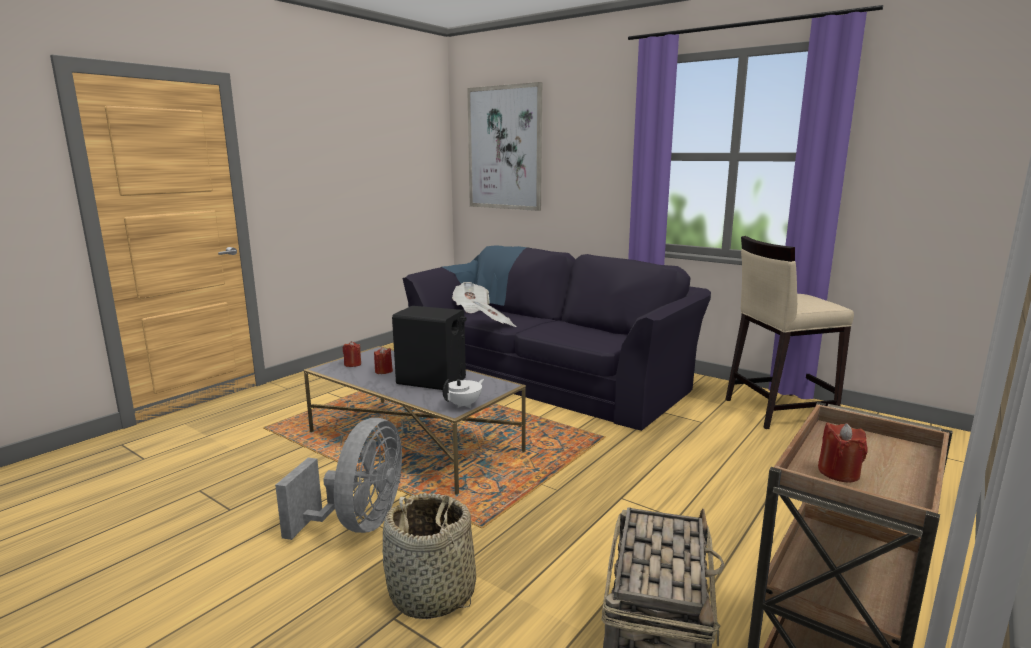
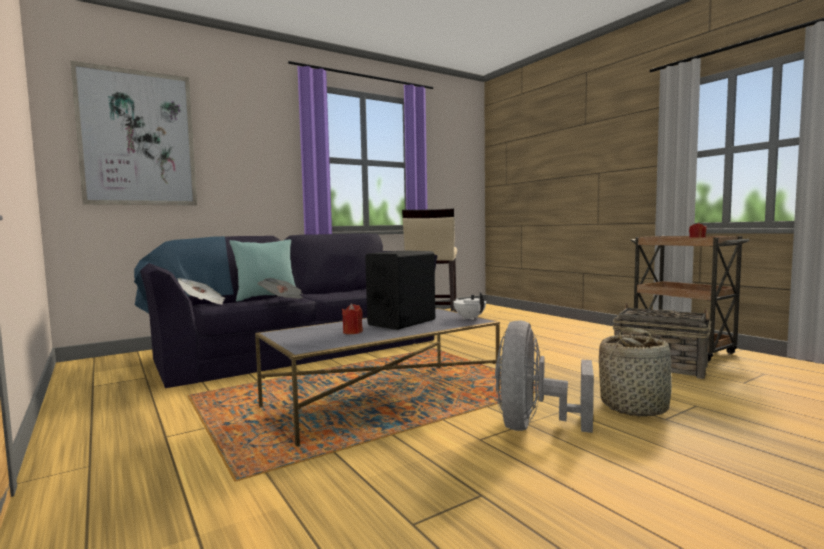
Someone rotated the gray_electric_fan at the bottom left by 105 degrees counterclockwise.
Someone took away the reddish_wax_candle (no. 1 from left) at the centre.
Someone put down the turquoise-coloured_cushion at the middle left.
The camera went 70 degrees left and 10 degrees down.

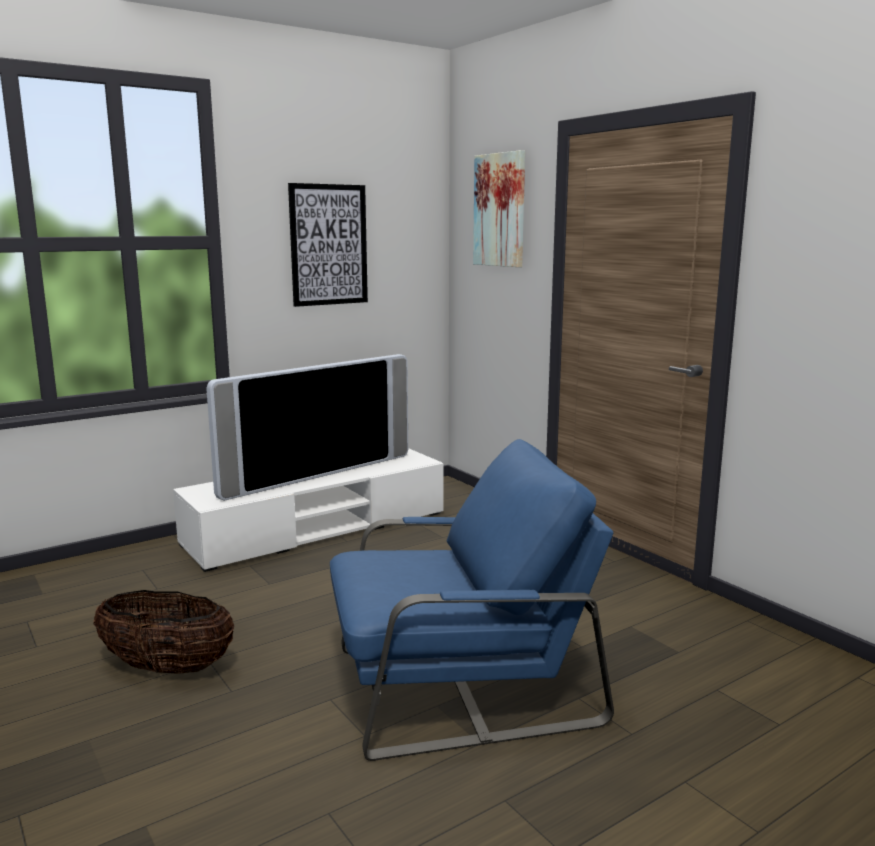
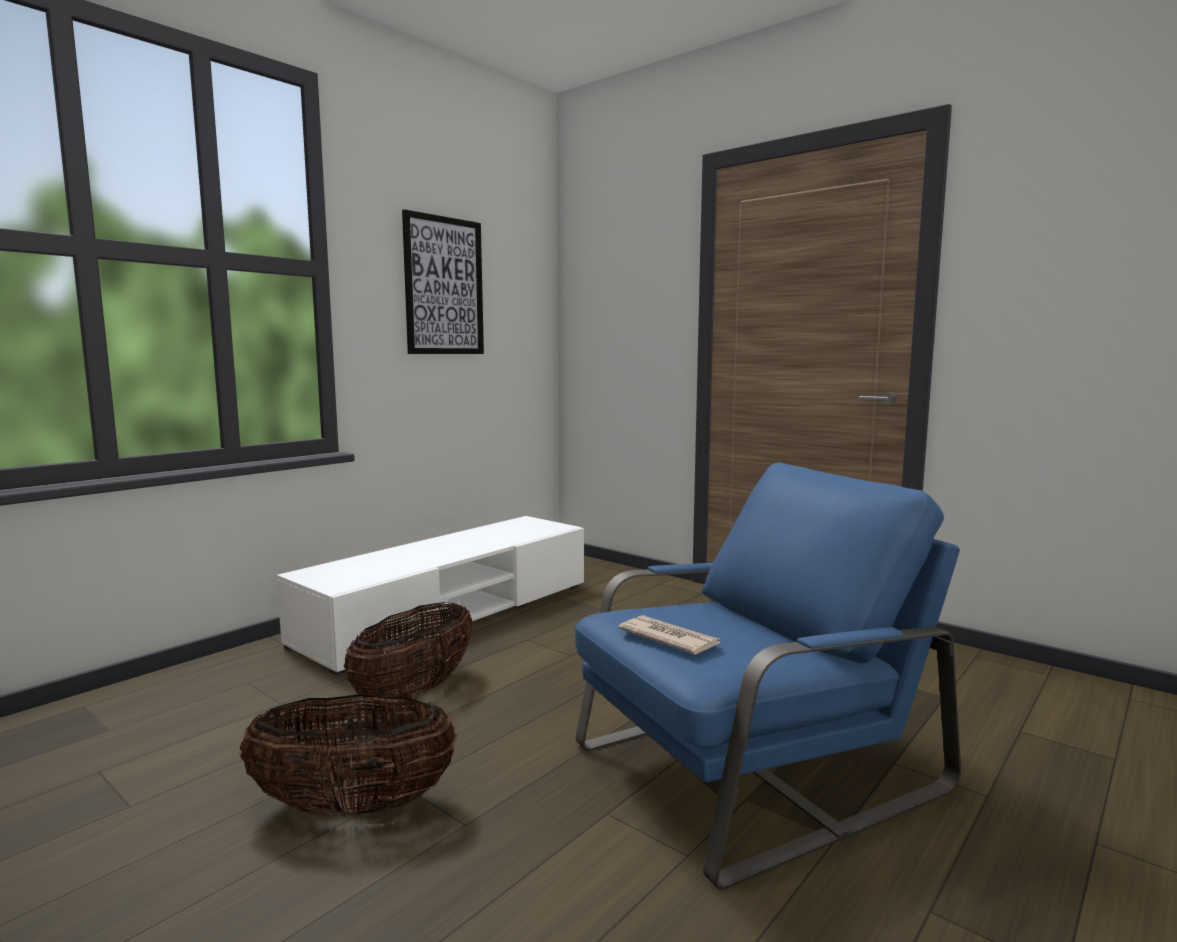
Someone took away the TV_set at the centre.
Someone took away the wall_art (no. 2 from left) at the top centre.
Someone put down the storage_basket (no. 2 from left) at the bottom centre.
Someone put down the daily_paper at the bottom centre.
The camera went 15 degrees left and 5 degrees down.

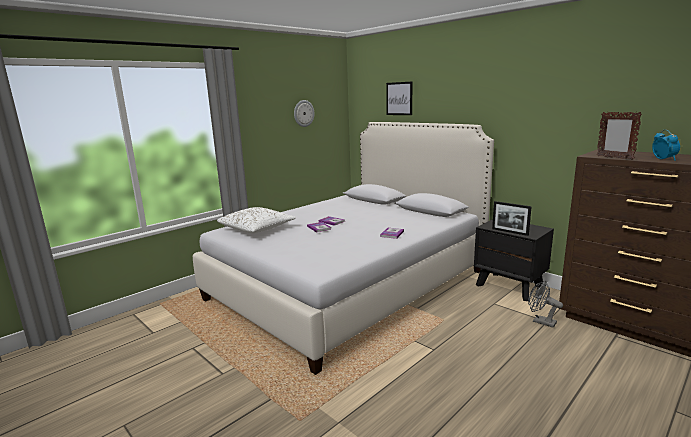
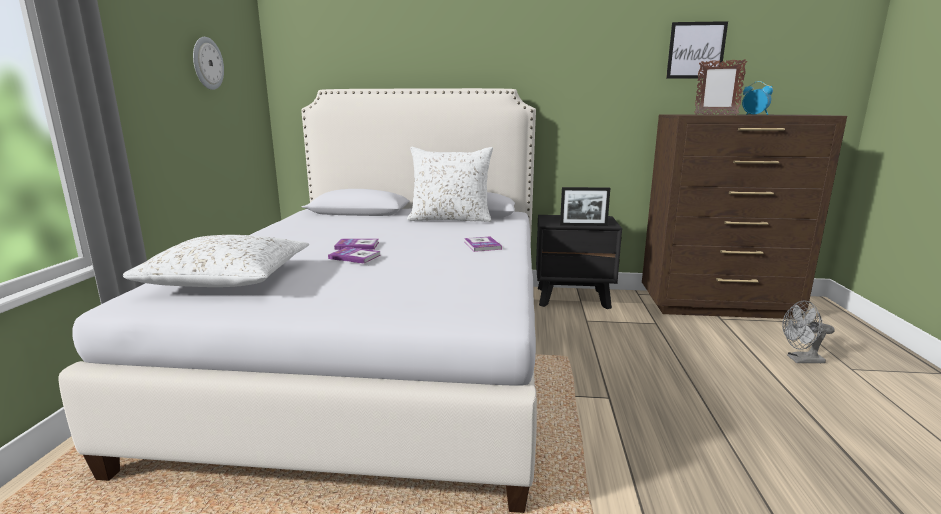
Someone carried the wall_art from the top centre to the top right.
Someone carried the gray_electric_fan from the bottom right to the middle right.
Someone put down the white-coloured_cushion (no. 2 from left) at the centre.
The camera went 40 degrees left and 0 degrees up.

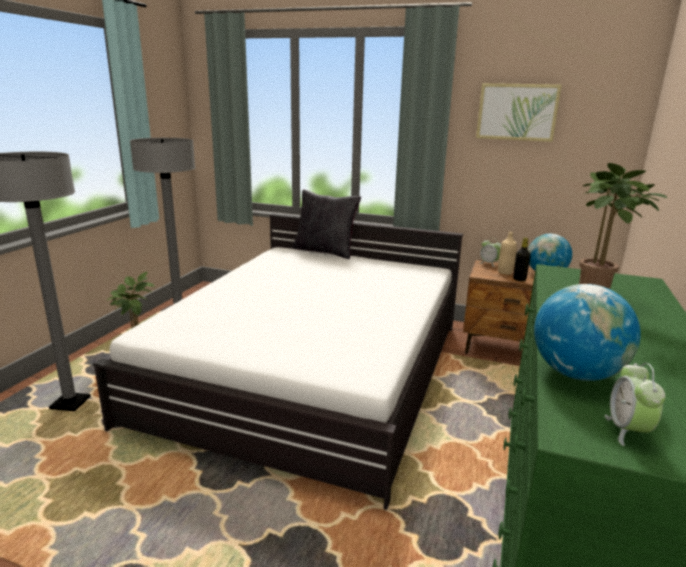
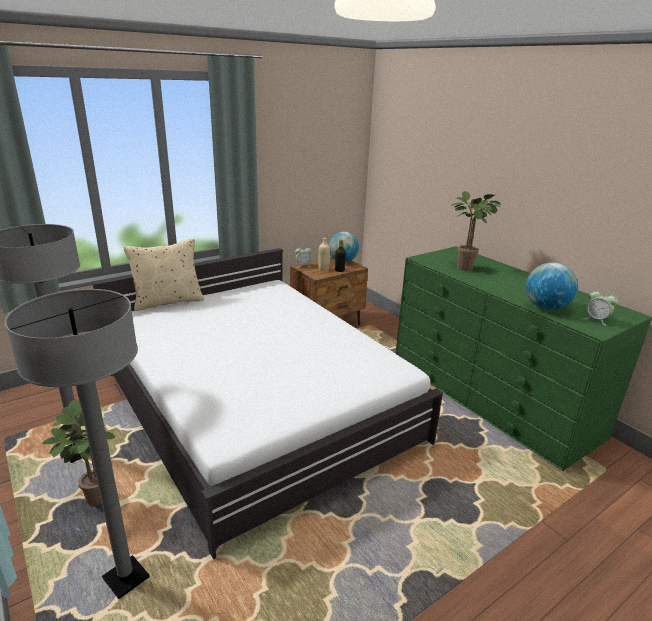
Someone repainted the black_cushion at the centre, which became the beige-coloured_cushion at the middle left.
Someone took away the wall_art at the top right.
The camera went 55 degrees left and 5 degrees up.

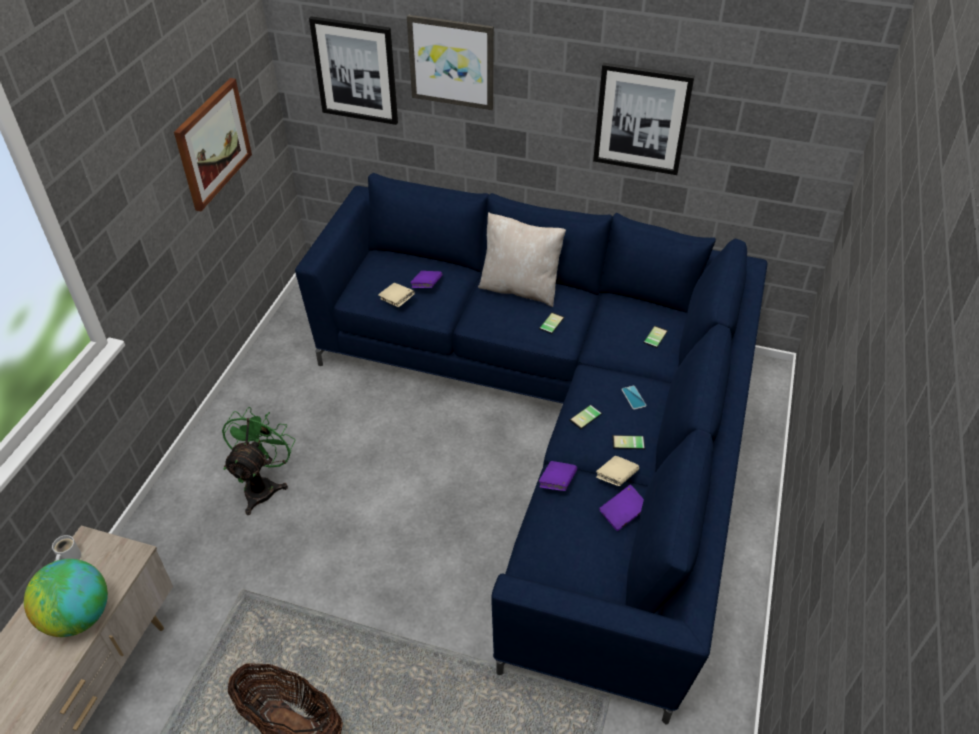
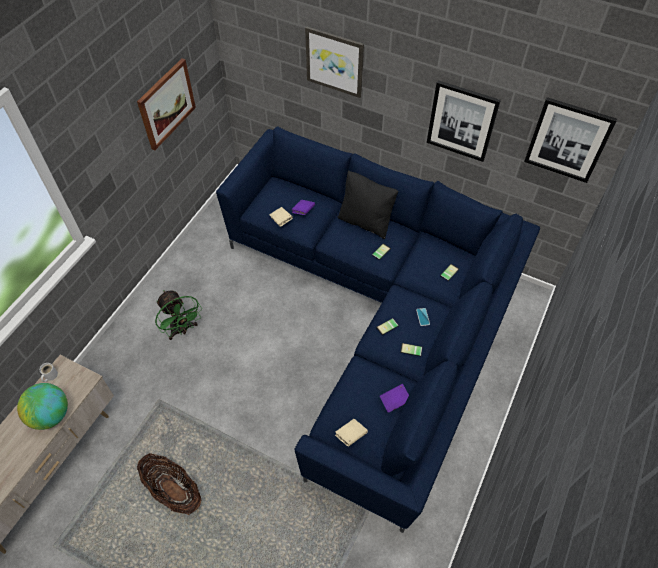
Someone rotated the green-coloured_electric_fan at the middle left by 120 degrees clockwise.
Someone carried the wall_art (no. 2 from left in the first image) from the top centre to the top right.
Someone repainted the beige-coloured_cushion at the centre, which became the black_cushion at the centre.
Someone took away the purple-coloured_volume (no. 2 from left) at the centre.
Someone carried the beige-coloured_volume (no. 2 from left) from the centre to the bottom centre.
The camera went 10 degrees right and 10 degrees up.

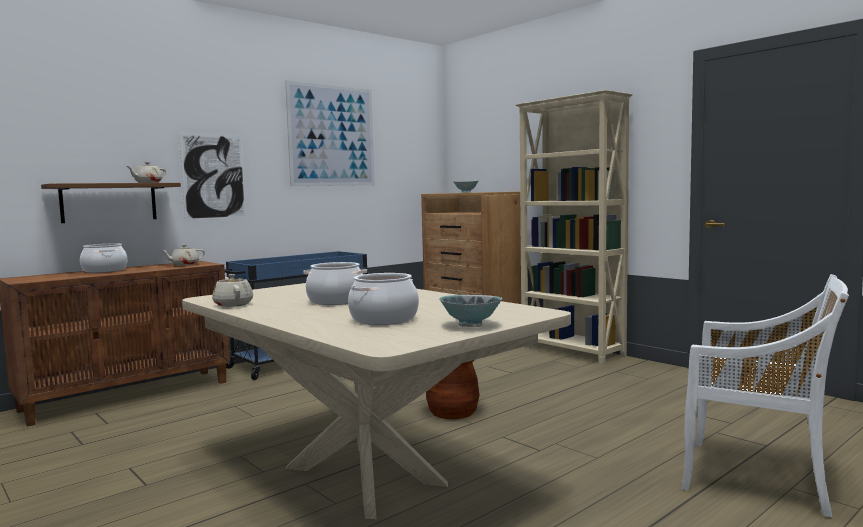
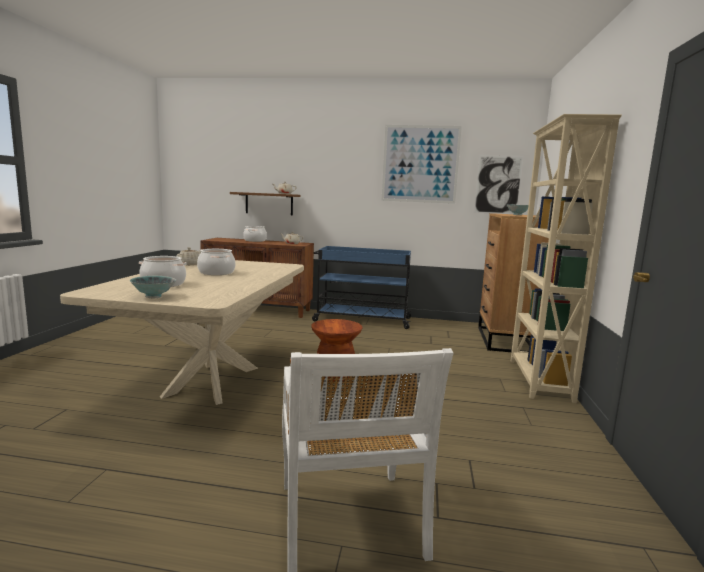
Someone carried the wall_art (no. 1 from left in the first image) from the middle left to the top right.
The camera went 50 degrees right and 5 degrees up.

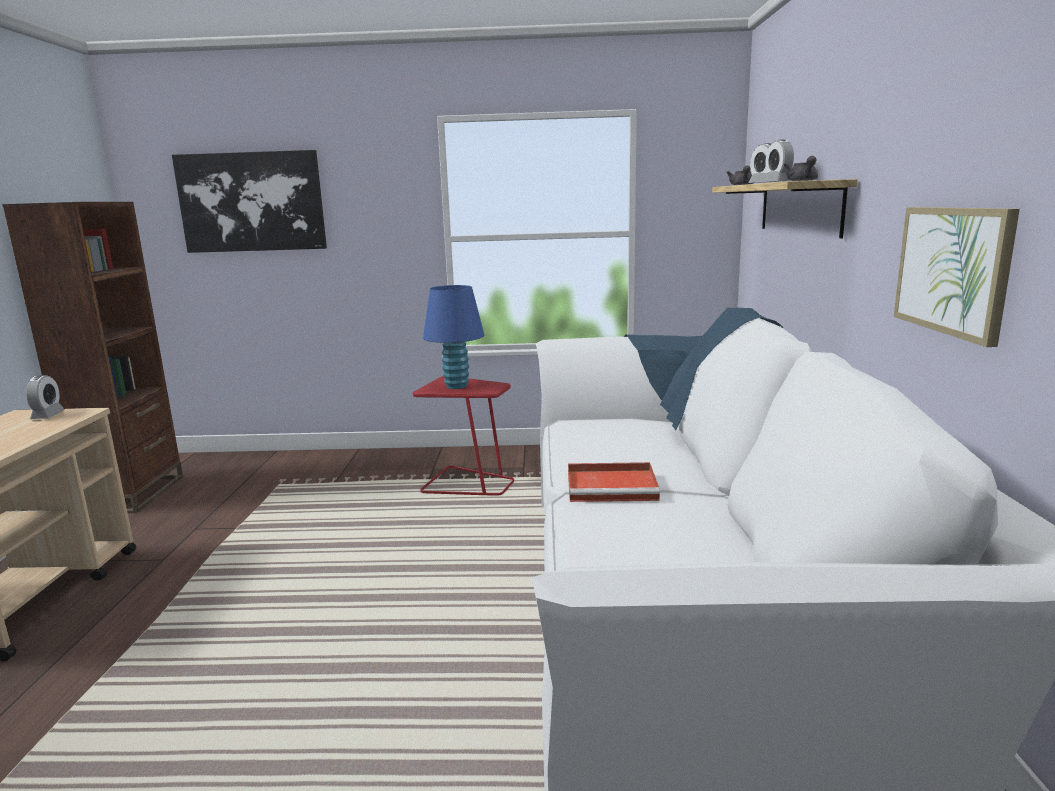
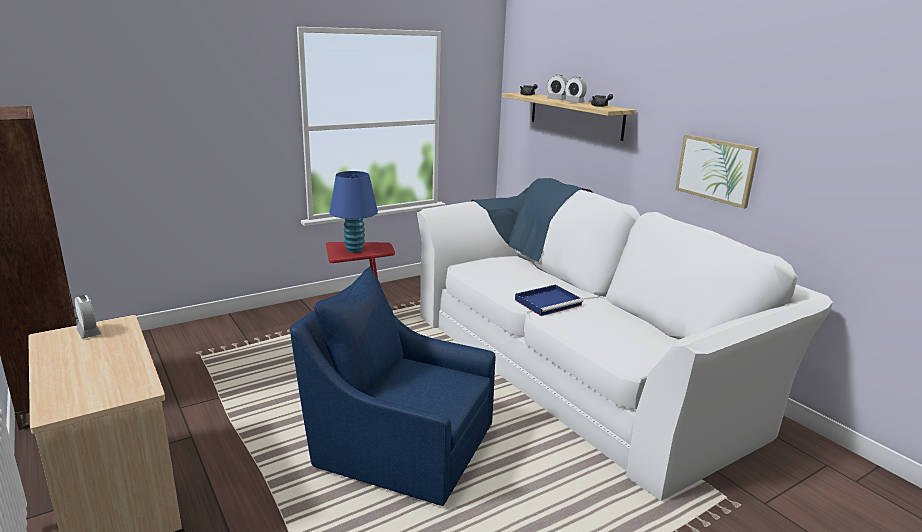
Someone took away the wall_art (no. 1 from left) at the top left.
Someone repainted the reddish_tray at the centre, which became the bluish_tray at the centre.
Someone put down the bluish_lounge_chair at the bottom centre.
The camera went 35 degrees left and 5 degrees up.

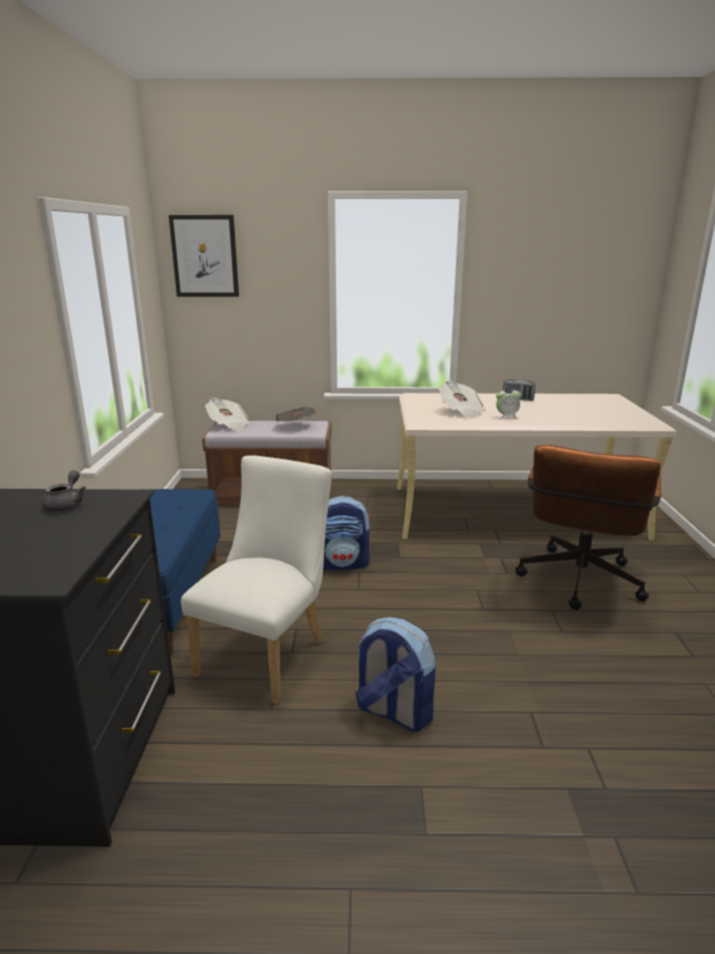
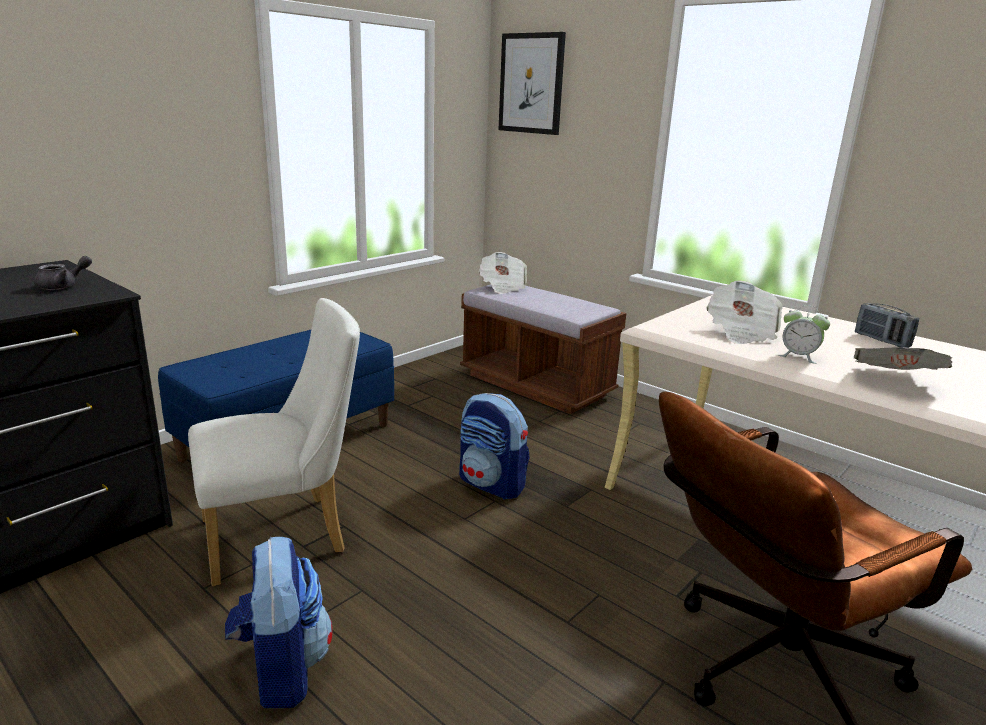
Someone carried the daily_paper (no. 2 from left in the first image) from the centre to the middle right.
The camera went 40 degrees right and 0 degrees up.

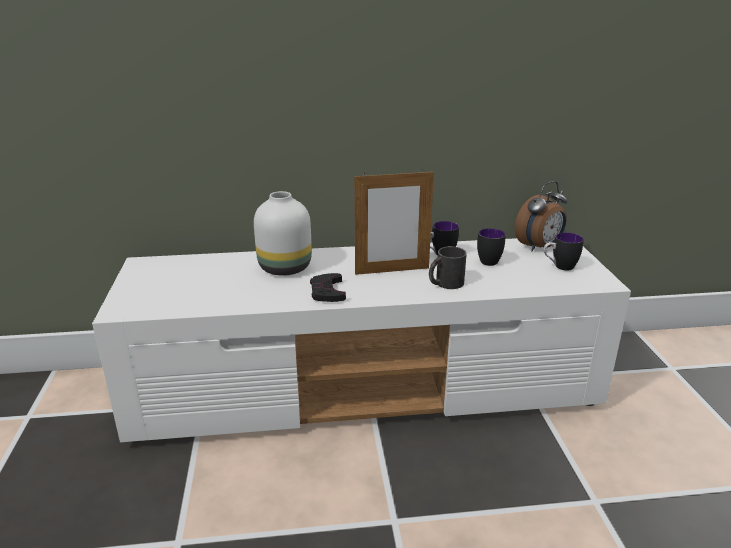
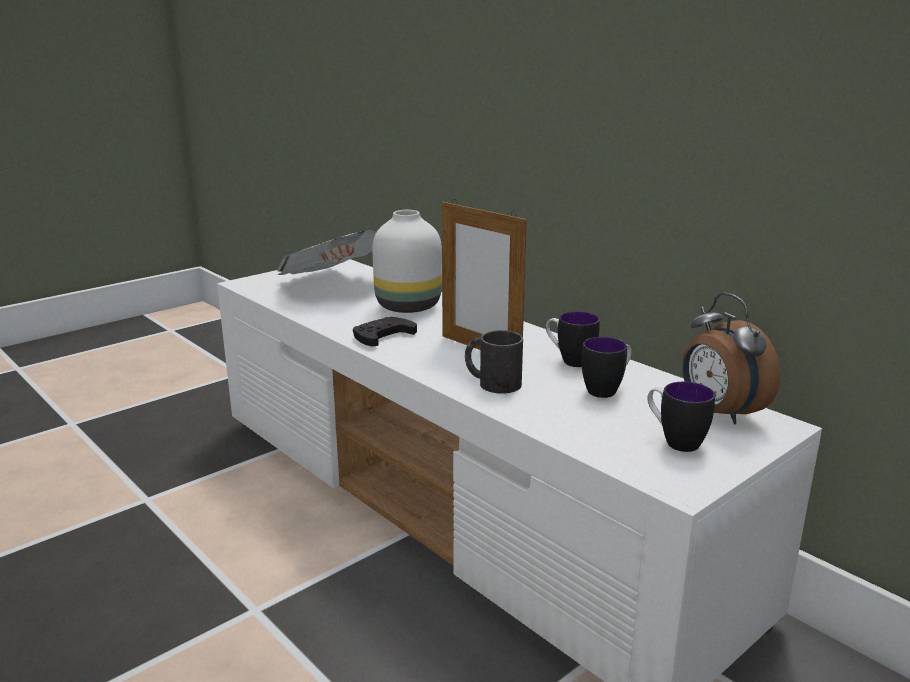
Someone rotated the table_clock at the middle right by 45 degrees clockwise.
Someone put down the daily_paper at the centre.
The camera went 55 degrees right and 5 degrees down.

